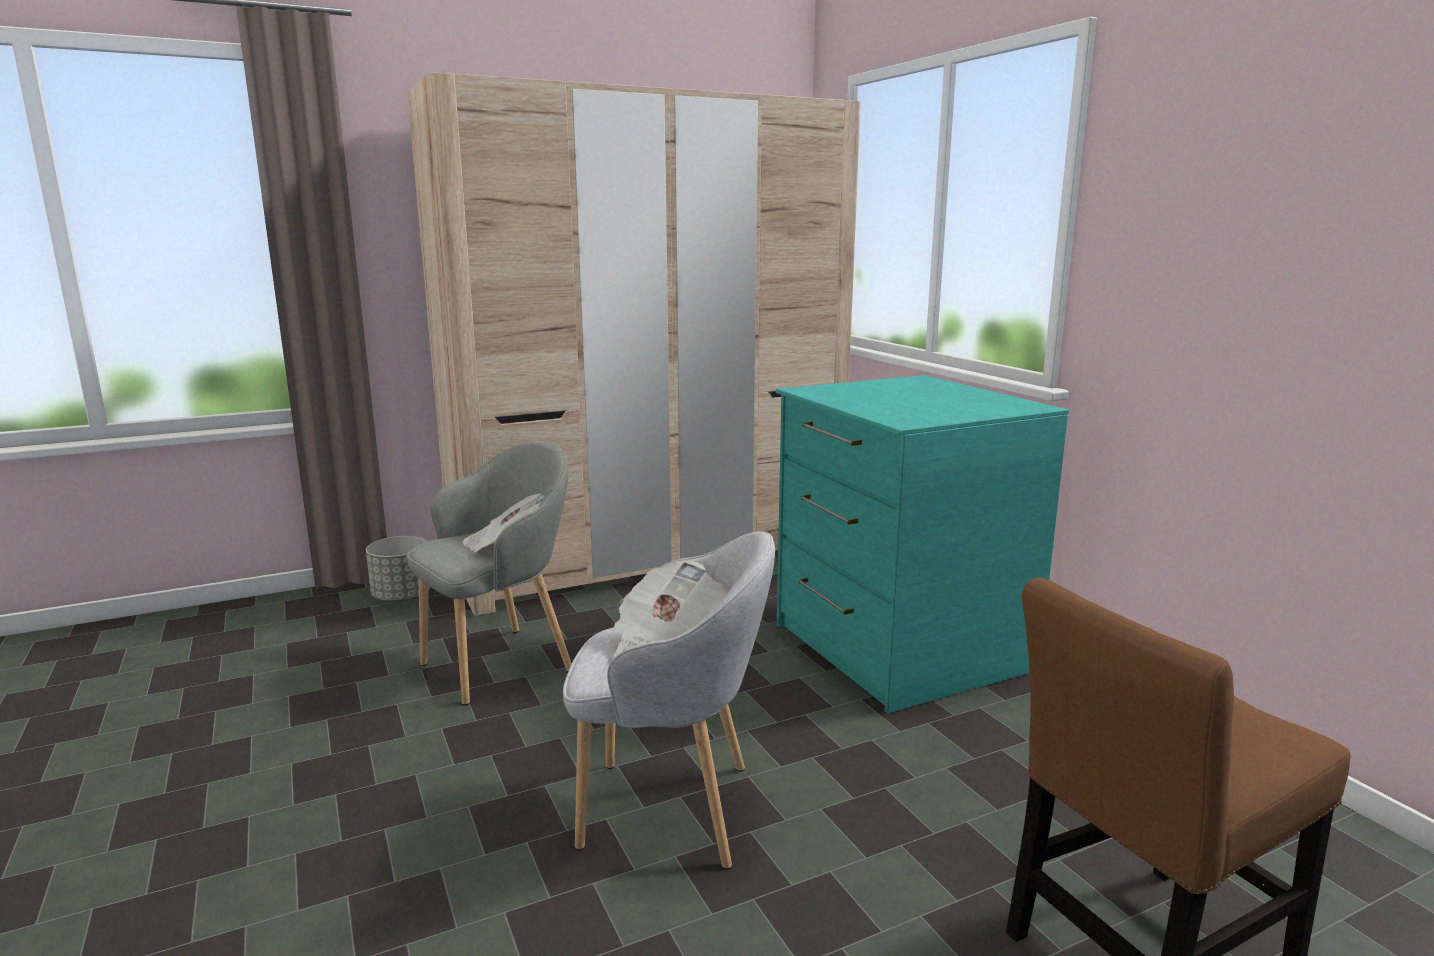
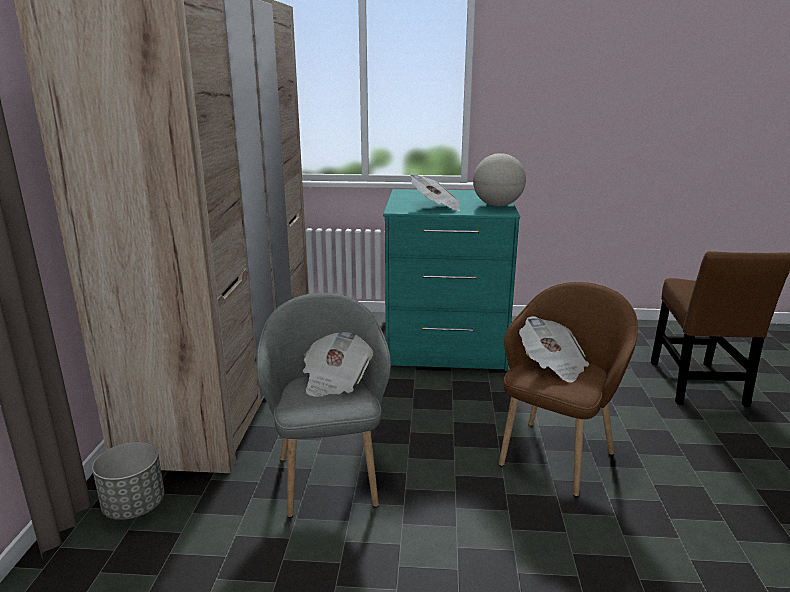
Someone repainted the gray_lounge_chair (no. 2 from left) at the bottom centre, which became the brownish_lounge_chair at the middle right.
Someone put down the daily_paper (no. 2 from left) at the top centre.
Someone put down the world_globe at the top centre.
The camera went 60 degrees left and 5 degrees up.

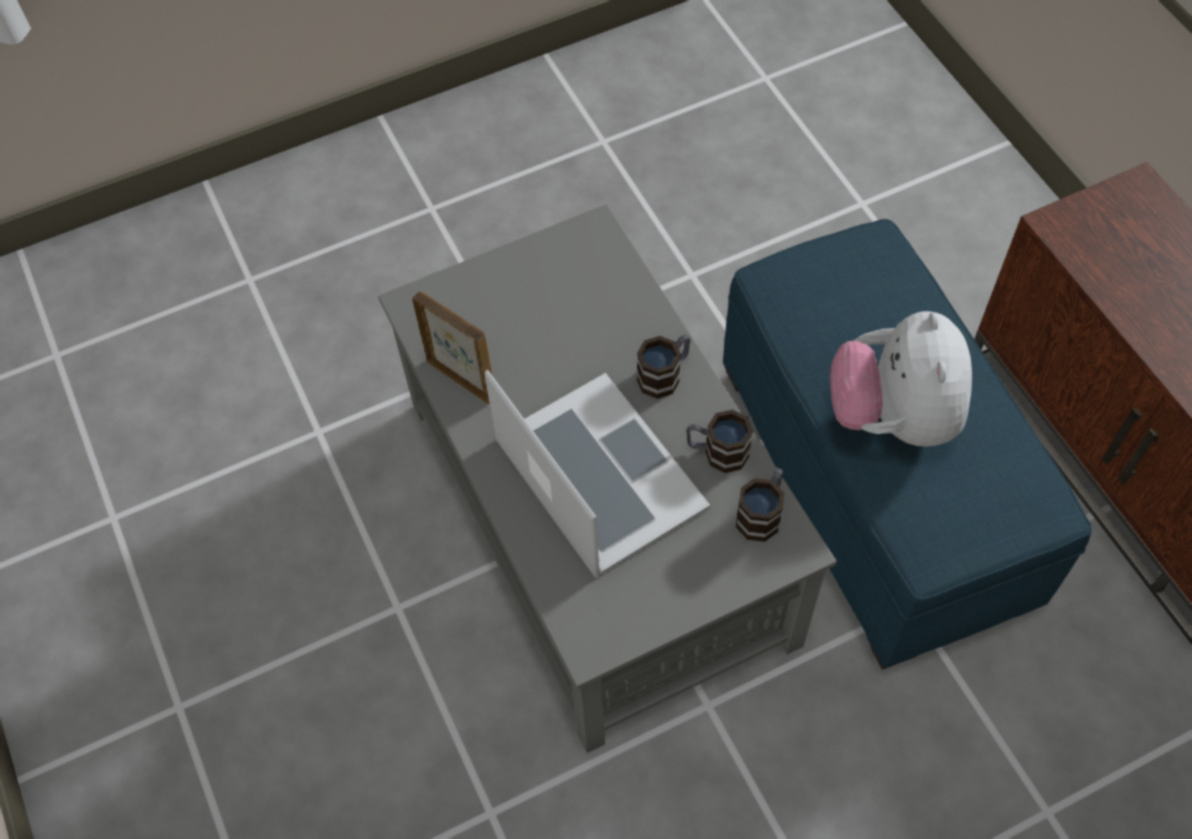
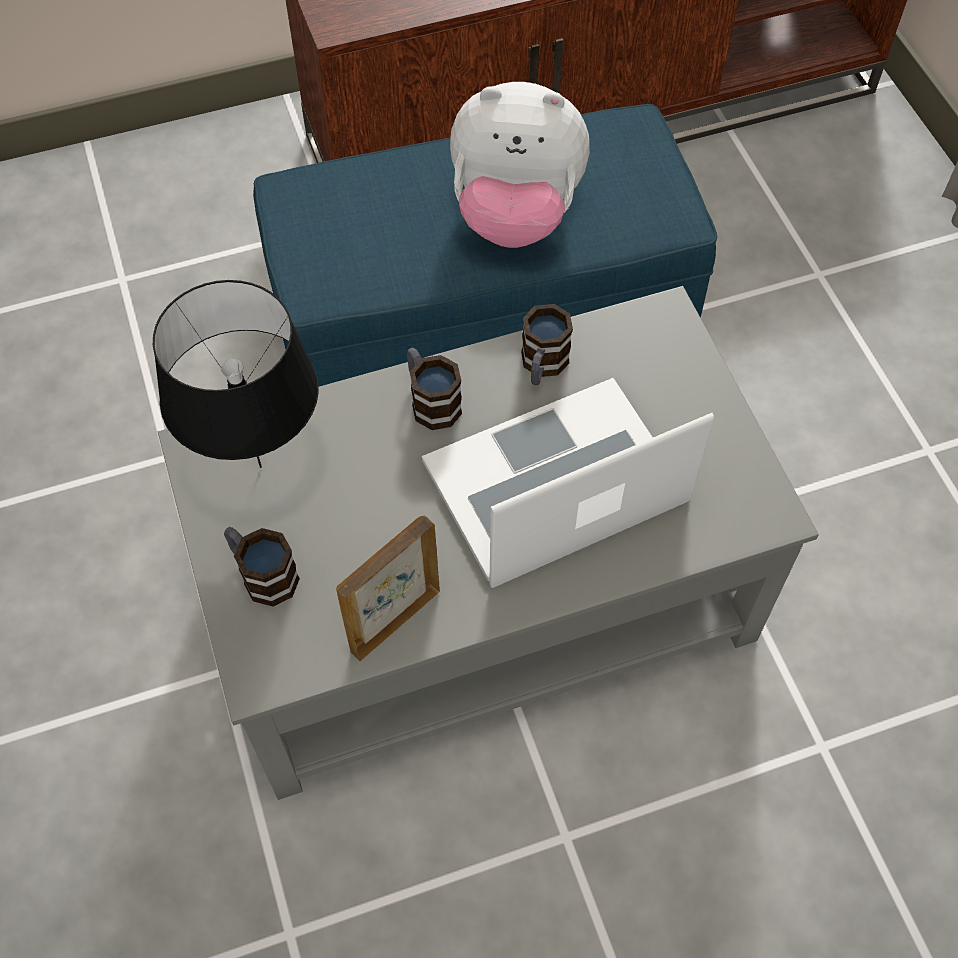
Someone carried the mug (no. 3 from left in the first image) from the centre to the middle left.
Someone put down the black_tabletop_lamp at the middle left.
The camera went 85 degrees left and 0 degrees up.

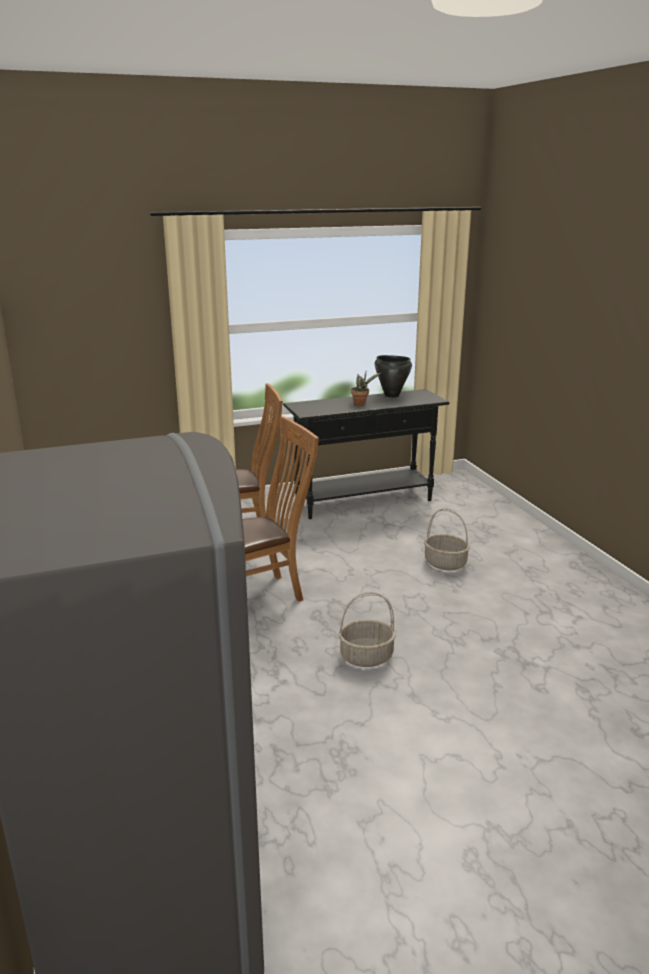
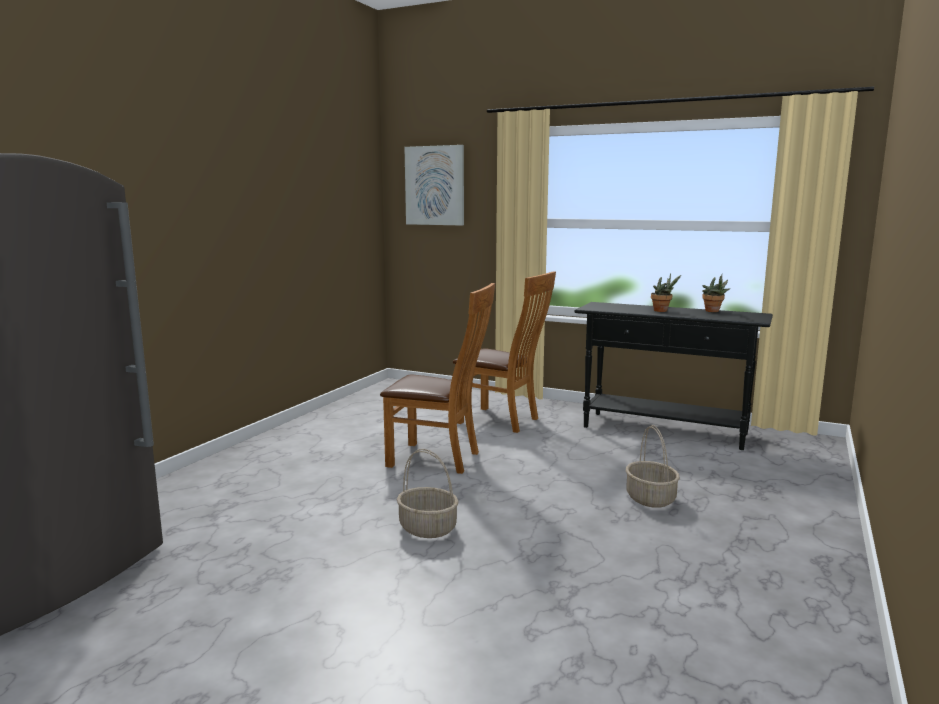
Someone swapped the black_saucepot at the centre for the plant_in_a_pot (no. 2 from left) at the middle right.
Someone put up the wall_art at the top centre.
The camera went 45 degrees right and 10 degrees down.

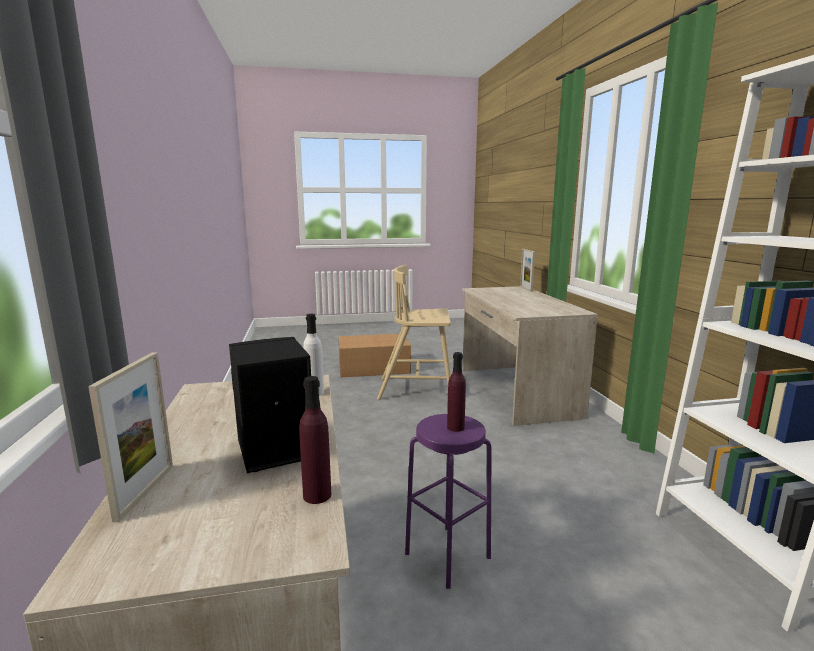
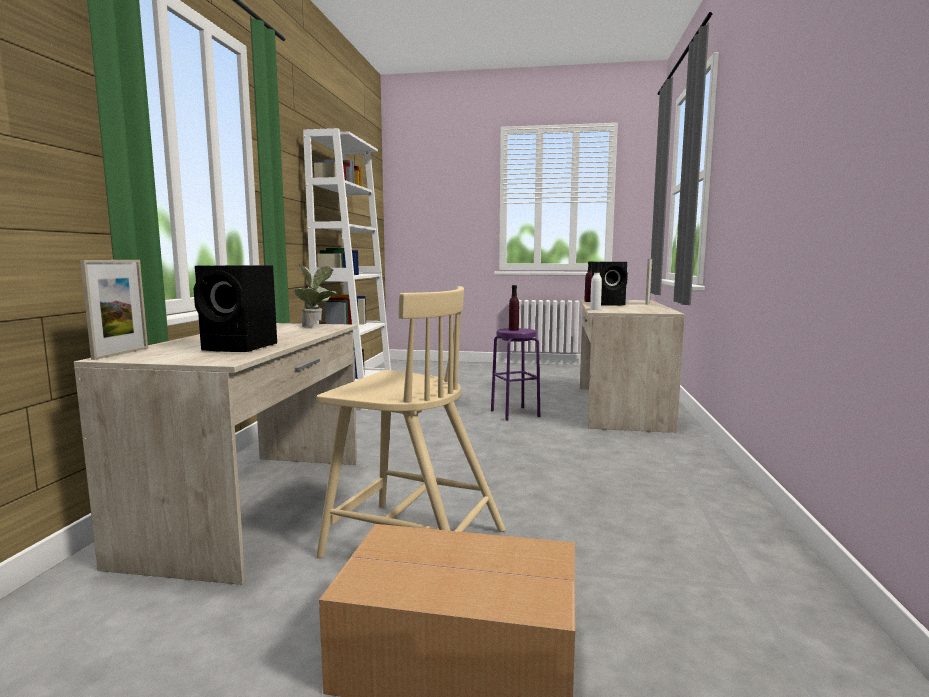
Someone put down the black_audio_speaker (no. 1 from left) at the middle left.
Someone put down the plant_in_a_pot at the centre.
The camera went 160 degrees left and 5 degrees down.

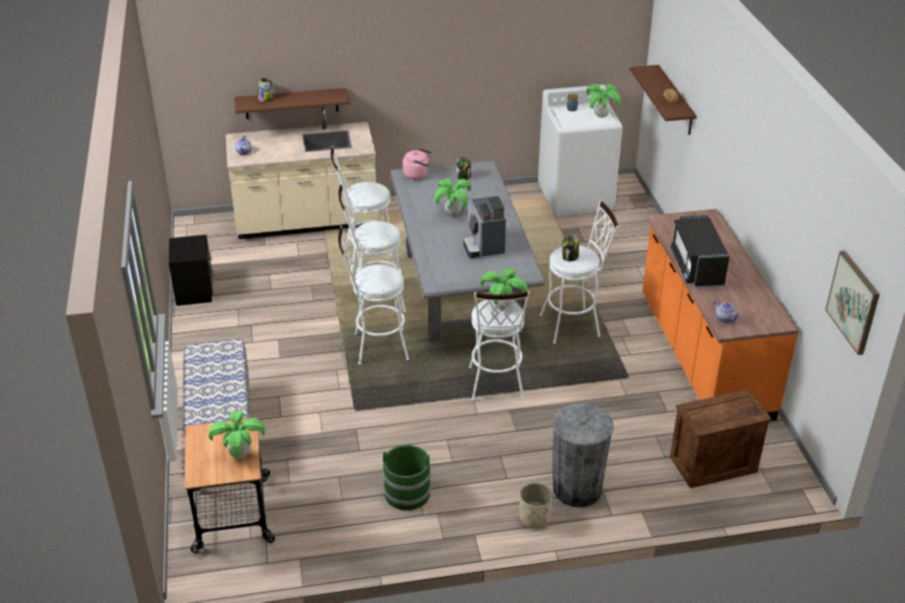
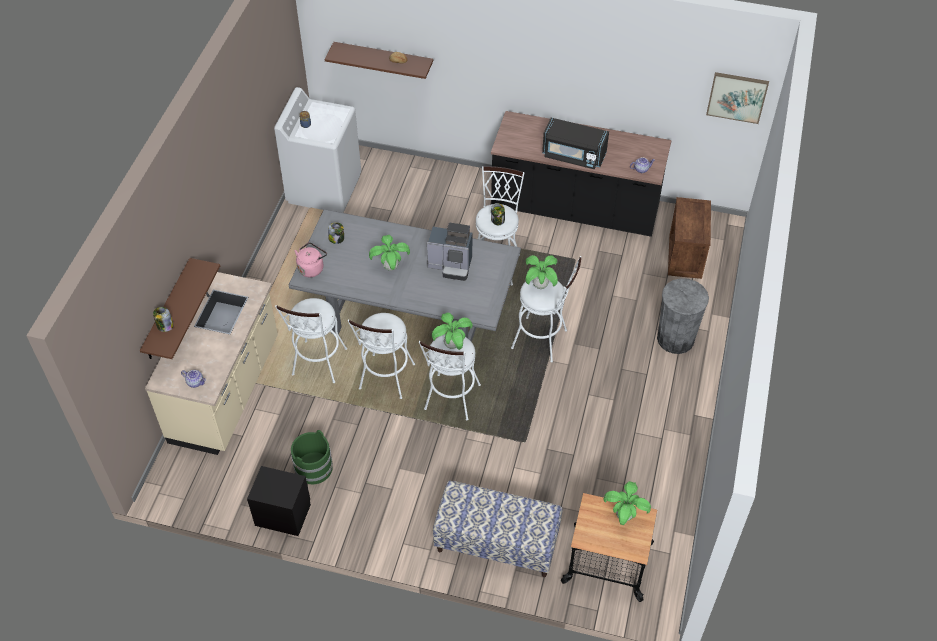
Someone carried the green-coloured_pail from the bottom centre to the bottom left.
Someone took away the beige-coloured_planter at the bottom centre.
Someone carried the plant_in_a_pot (no. 4 from left in the first image) from the top centre to the centre.
Someone repainted the orange-coloured_kitchen_base_unit at the middle right, which became the black_kitchen_base_unit at the top centre.
The camera went 65 degrees left and 15 degrees up.

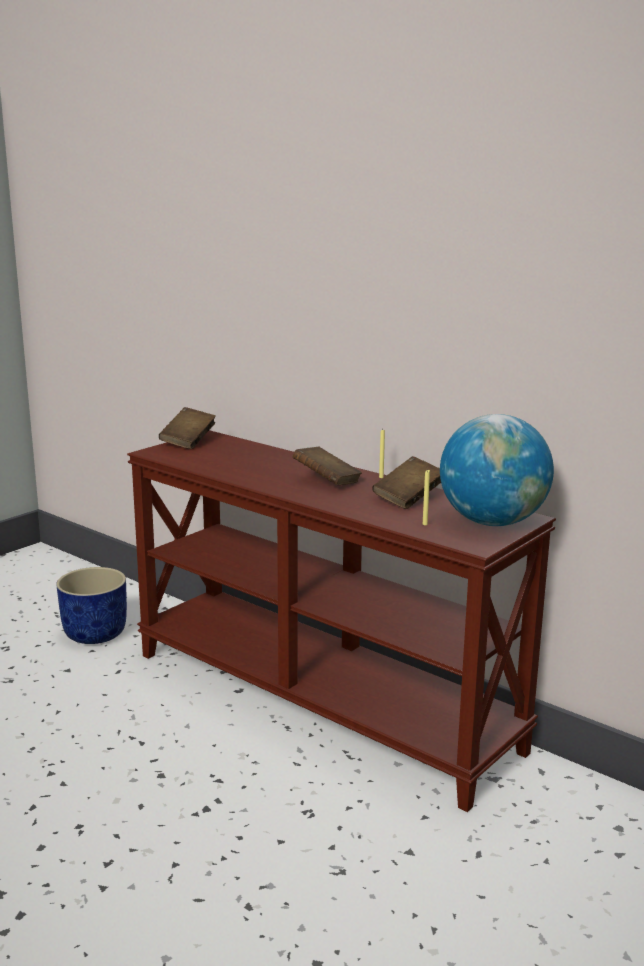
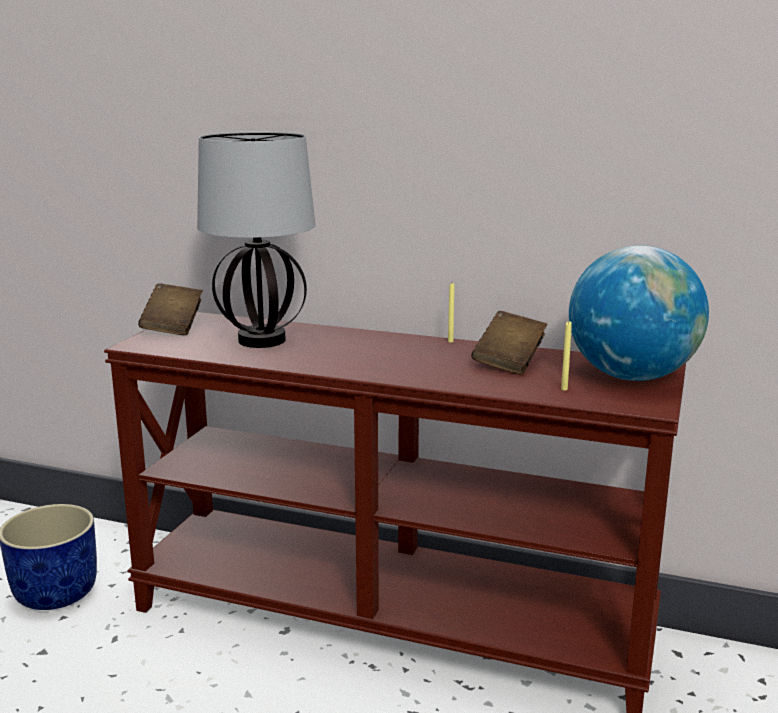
Someone took away the brownish_volume (no. 2 from left) at the centre.
Someone put down the tabletop_lamp at the middle left.
The camera went 20 degrees left and 0 degrees up.

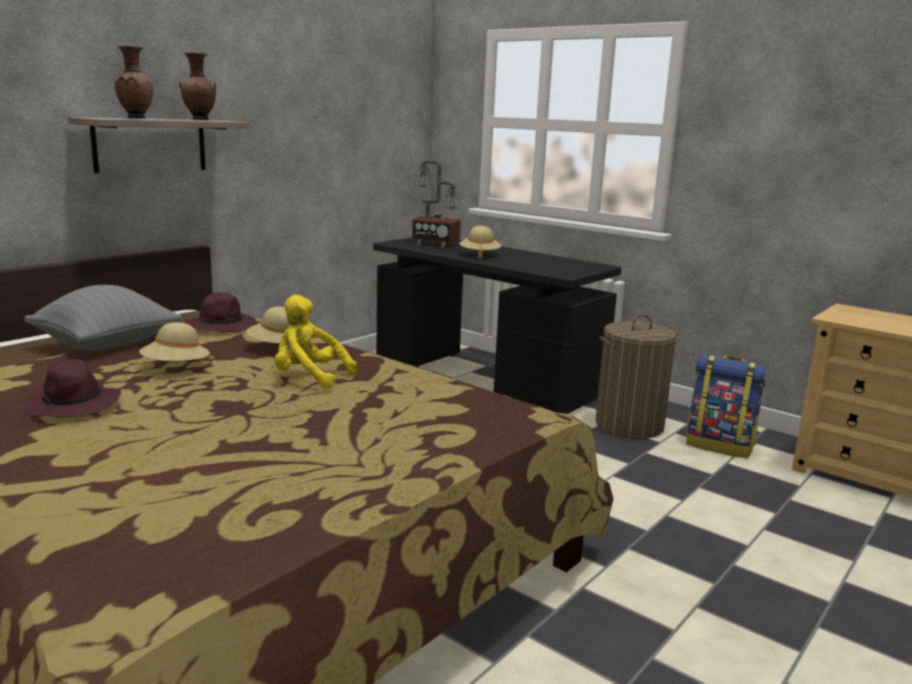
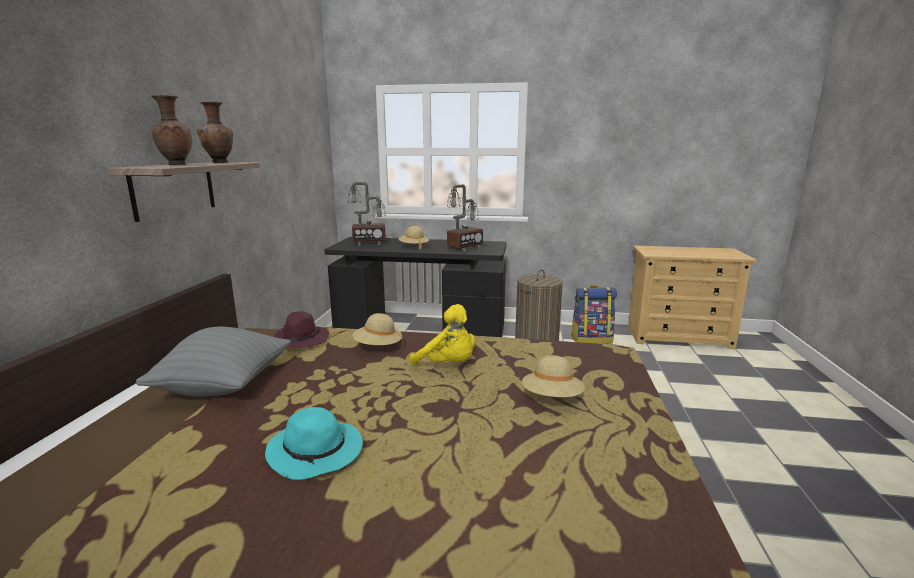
Someone repainted the purple-coloured_clothing_hat (no. 1 from left) at the middle left, which became the turquoise-coloured_clothing_hat at the bottom centre.
Someone carried the beige-coloured_clothing_hat (no. 1 from left in the first image) from the middle left to the centre.
Someone rotated the yellow-coloured_soft_toy at the centre by 135 degrees counterclockwise.
Someone put down the tabletop_lamp (no. 2 from left) at the centre.
The camera went 30 degrees left and 0 degrees up.

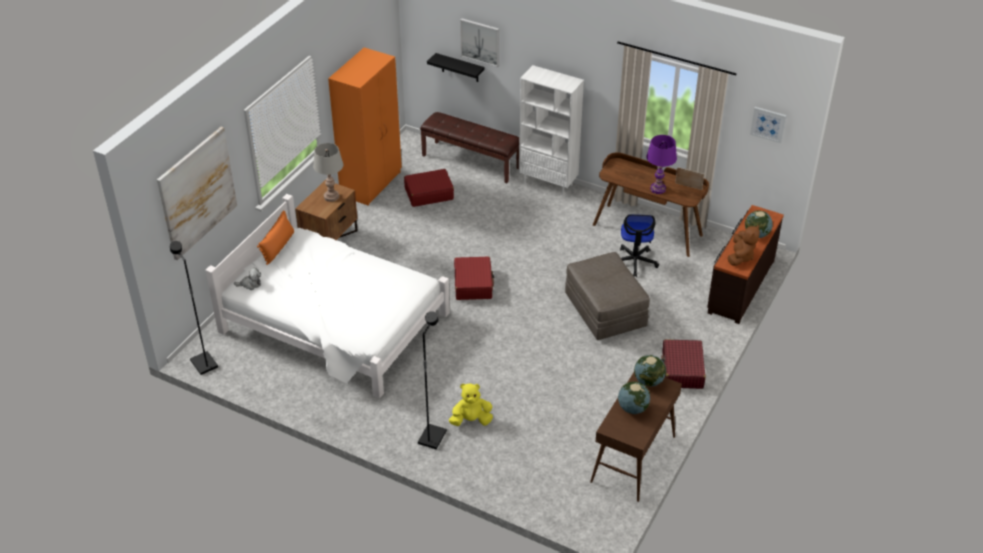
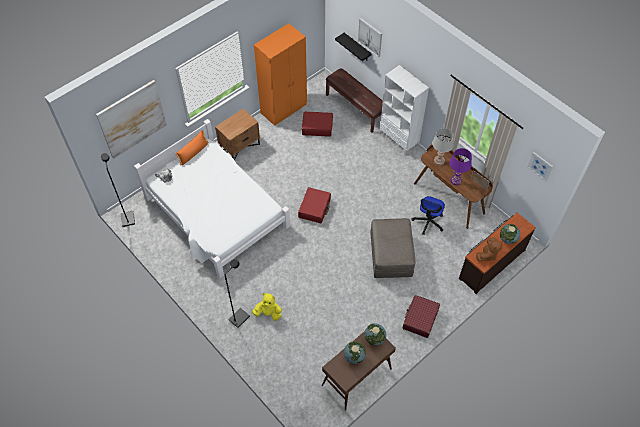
Someone carried the gray_tabletop_lamp from the top centre to the middle right.
The camera went 20 degrees right and 15 degrees up.

